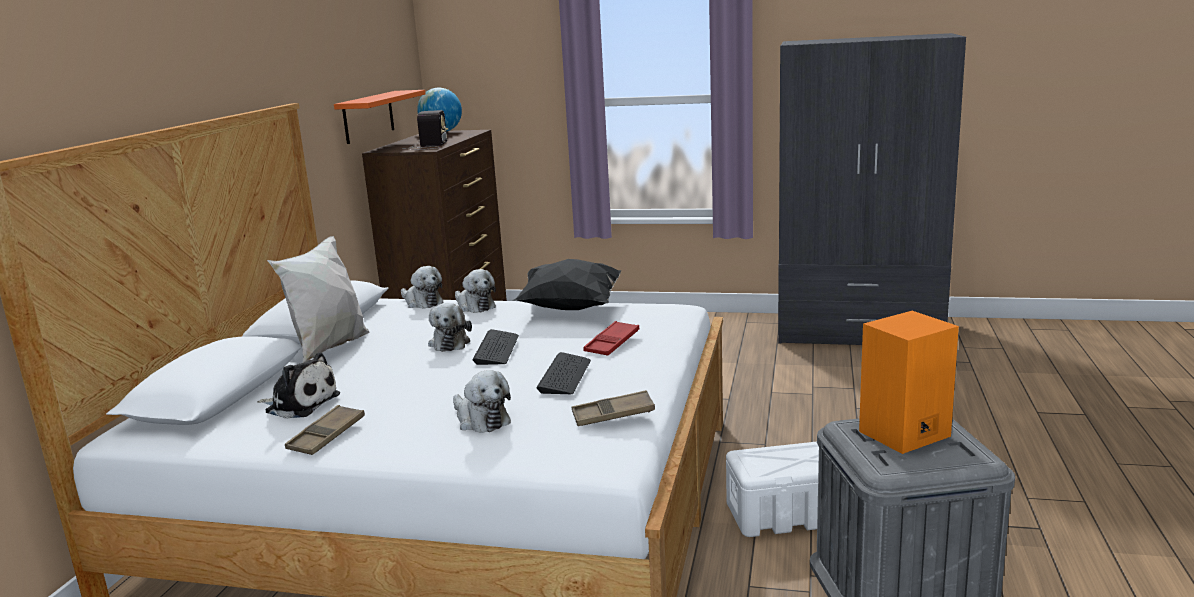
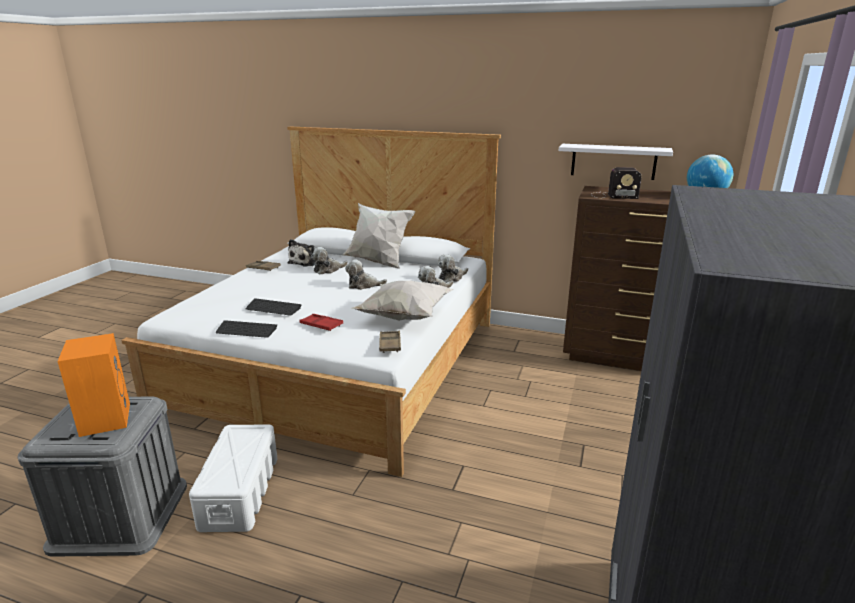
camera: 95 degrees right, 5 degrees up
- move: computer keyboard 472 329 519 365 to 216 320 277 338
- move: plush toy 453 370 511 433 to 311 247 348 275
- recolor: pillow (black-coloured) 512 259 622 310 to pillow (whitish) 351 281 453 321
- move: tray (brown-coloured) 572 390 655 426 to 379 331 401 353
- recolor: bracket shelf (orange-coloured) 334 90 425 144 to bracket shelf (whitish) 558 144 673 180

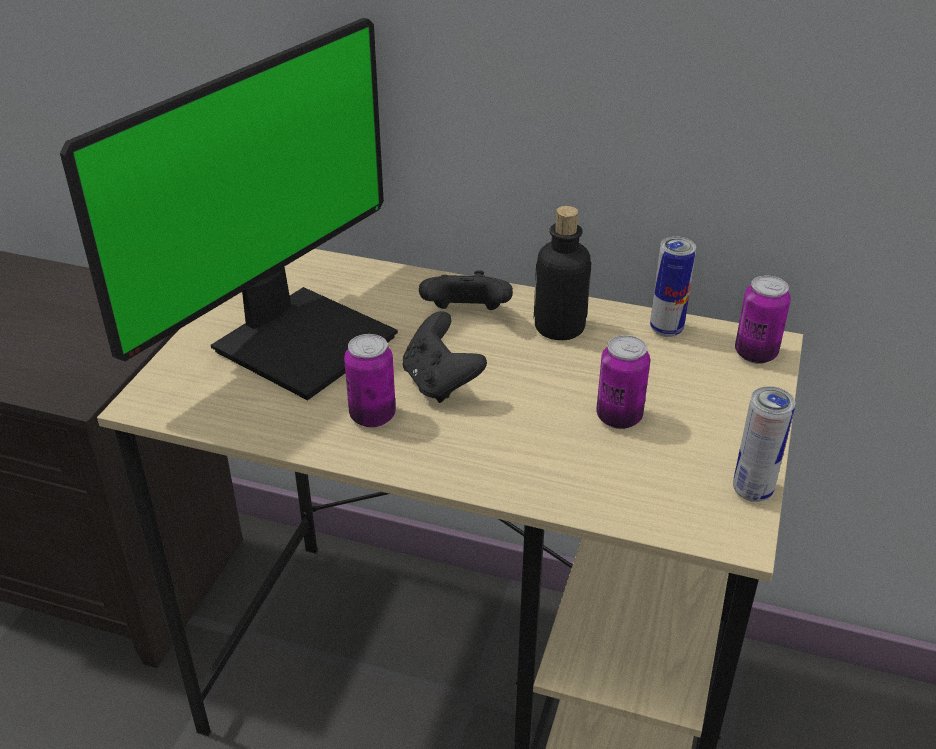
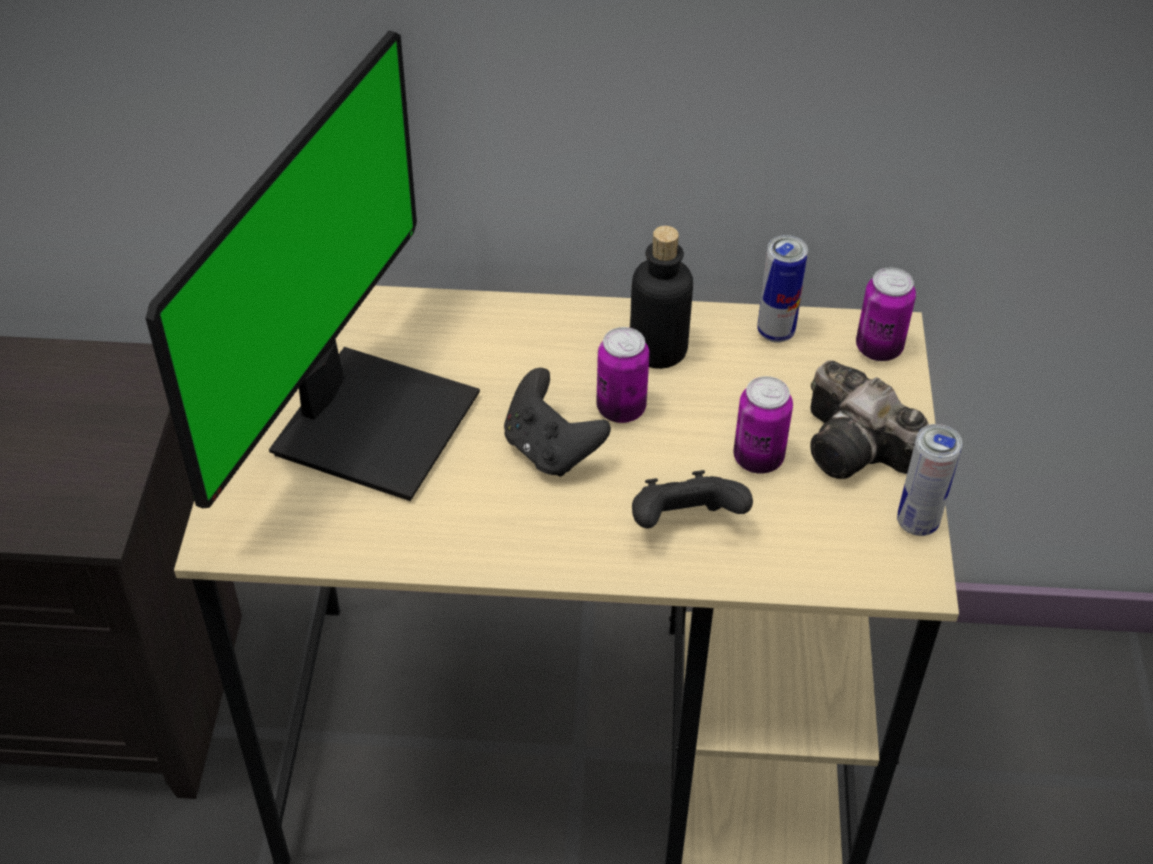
camera: 15 degrees left, 10 degrees up
- move: metal can 344 334 396 427 to 596 327 650 423
- move: game controller (black-coloured) 419 270 513 310 to 632 470 753 529
- insert: still camera 810 360 929 479

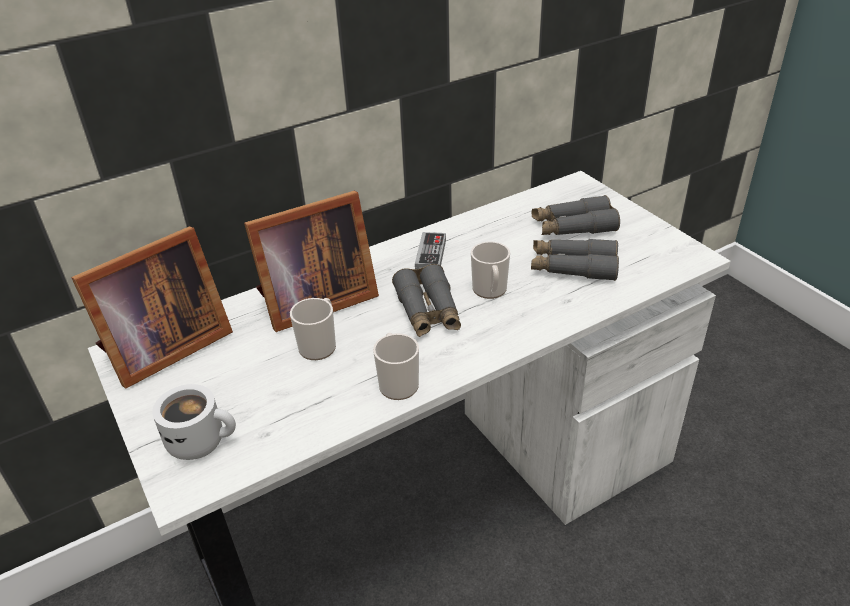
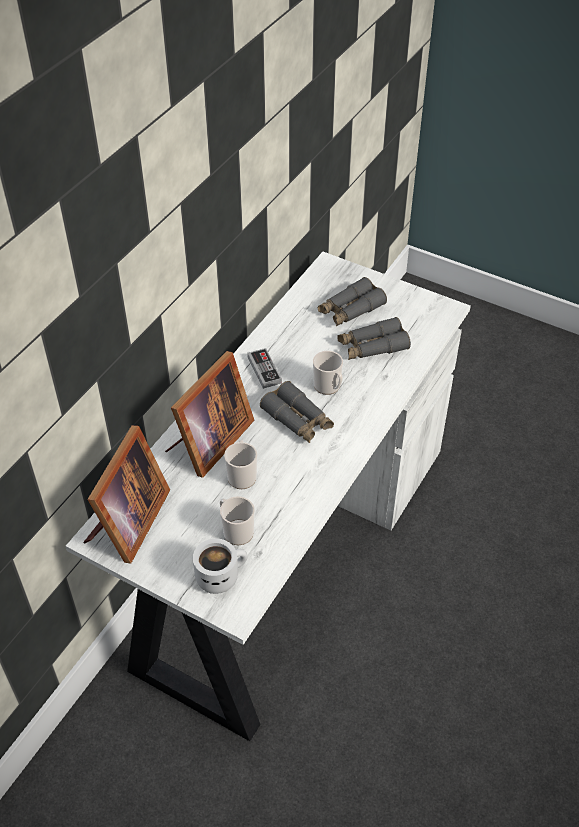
camera: 30 degrees left, 10 degrees up
- move: coffee mug 373 333 419 400 to 220 496 255 545

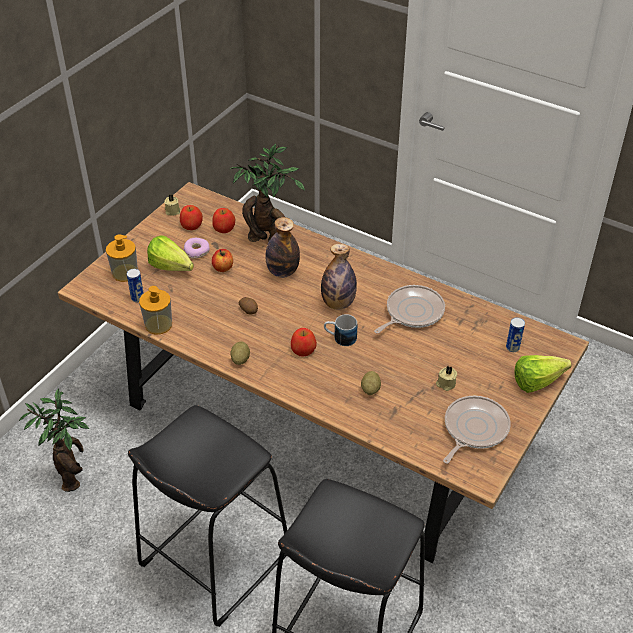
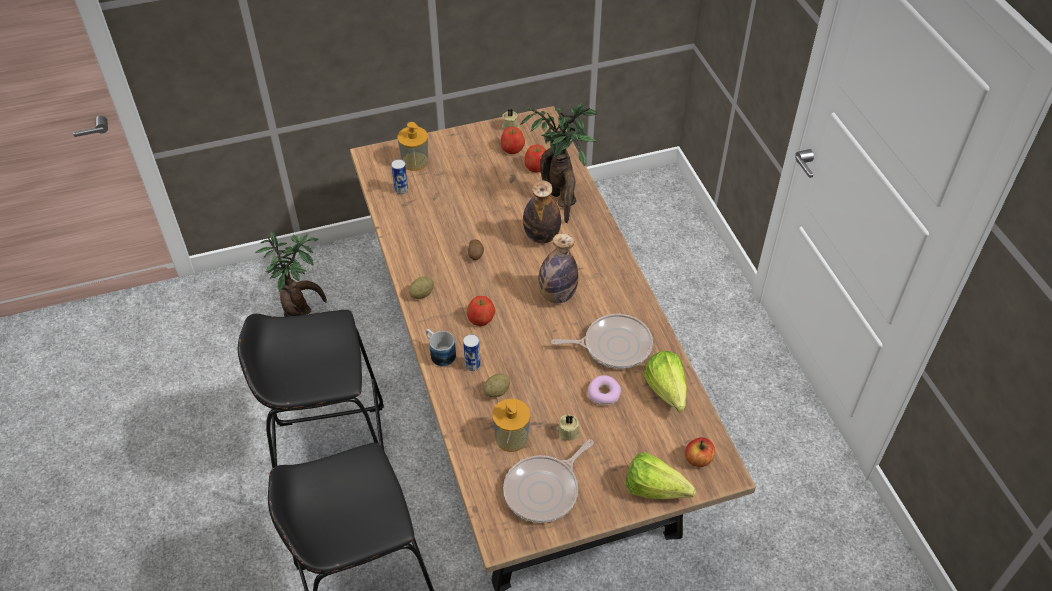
camera: 40 degrees right, 5 degrees up
- move: coffee mug 324 314 357 346 to 426 329 456 366
- move: metal can 506 317 525 352 to 463 334 481 371
- move: soap bottle 139 286 172 334 to 492 398 531 452
- rotate: frying pan 443 396 511 464 = 503 439 594 523 150 degrees clockwise
- move: doughnut 184 238 210 259 to 588 375 621 405
- move: lettuce 147 235 194 271 to 644 351 687 412
- move: whole apple 212 249 233 272 to 685 437 715 467

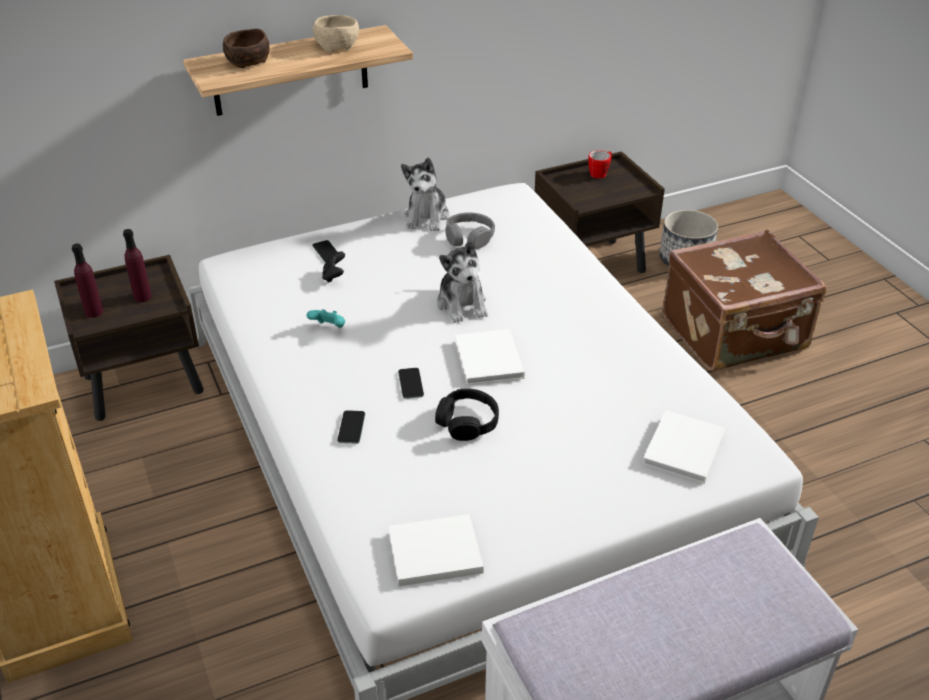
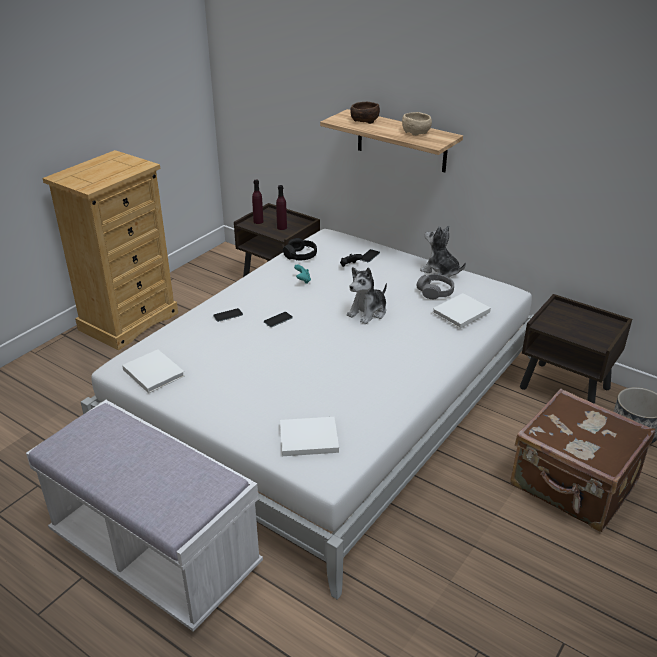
camera: 60 degrees right, 5 degrees down
- move: pair of headphones (black-coloured) 435 389 499 441 to 283 238 317 261
- rotate: plush toy 401 157 450 231 = 420 226 466 278 60 degrees clockwise
- move: volume (whitish) 455 329 525 385 to 432 293 491 329
- delete: coffee mug 588 150 612 179

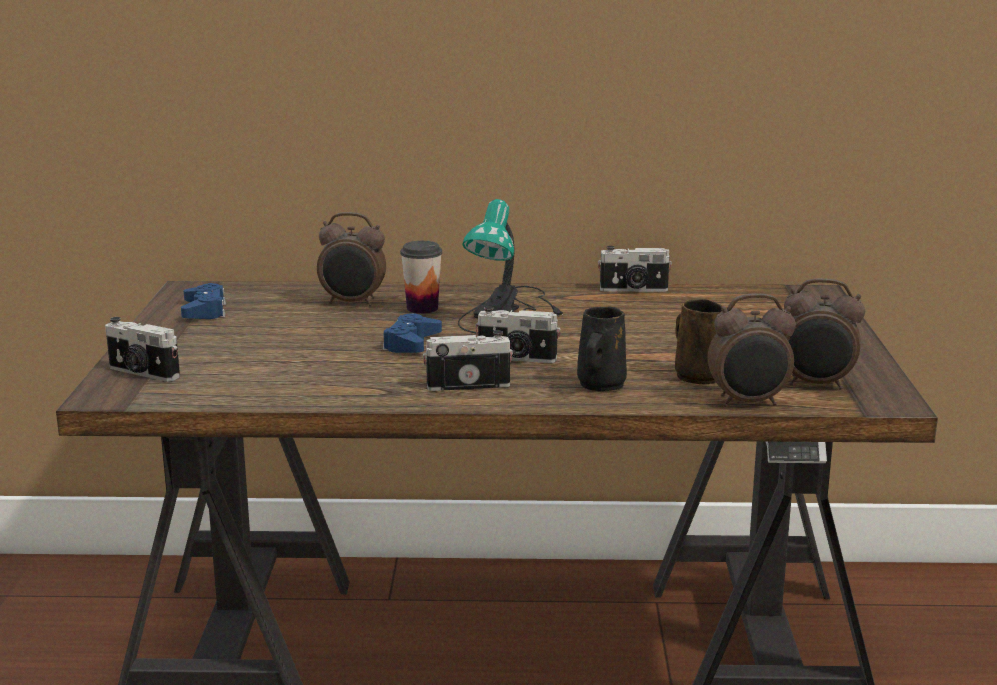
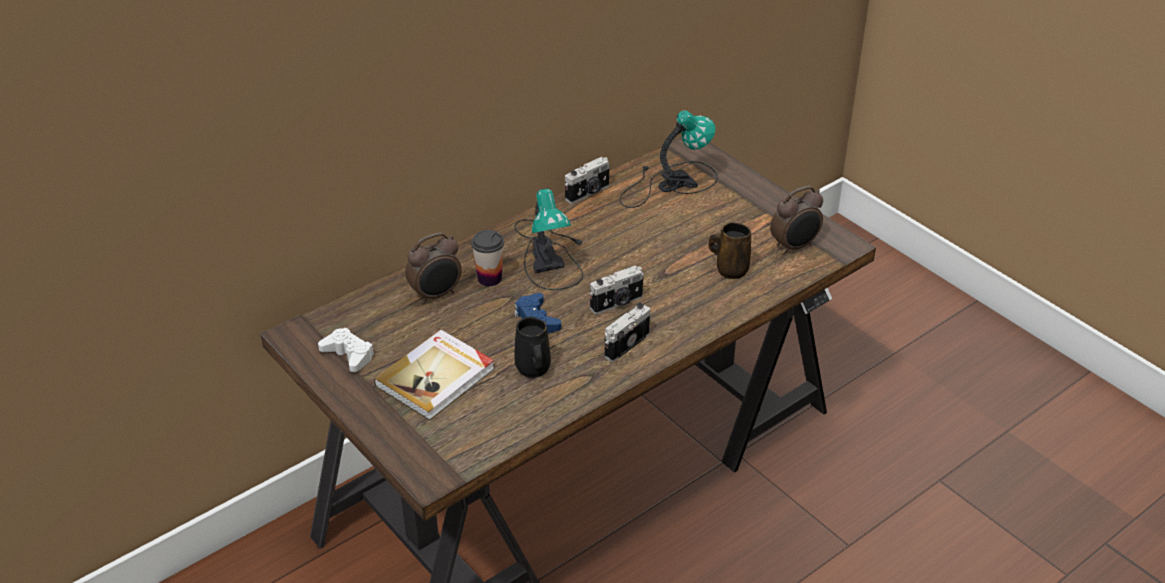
camera: 40 degrees left, 20 degrees up
- recolor: game controller (bluish) 181 283 226 319 to game controller (whitish) 318 328 374 372
- insert: volume 374 330 495 421
- move: coffee mug (black-coloured) 577 306 627 391 to 514 317 551 378
- insert: lamp for a table 620 110 718 208
- delete: still camera 105 317 180 382
- delete: bedside clock 707 293 796 407

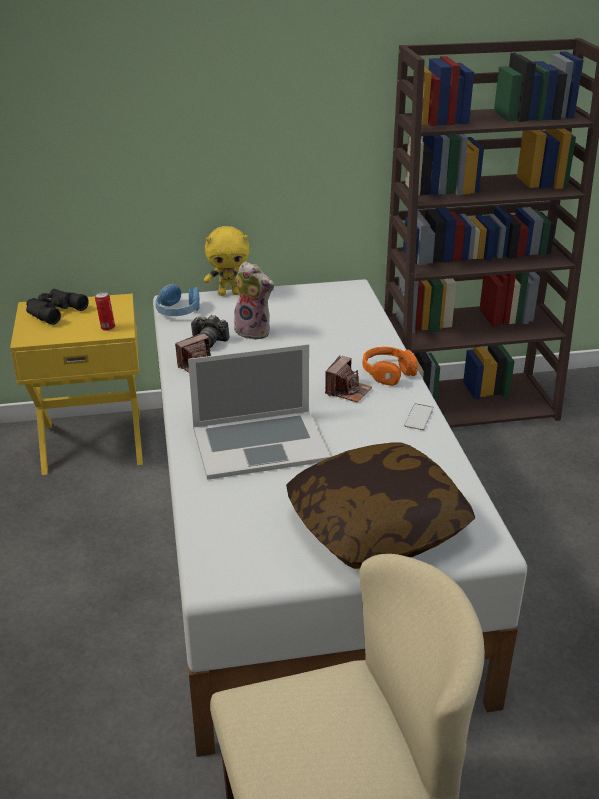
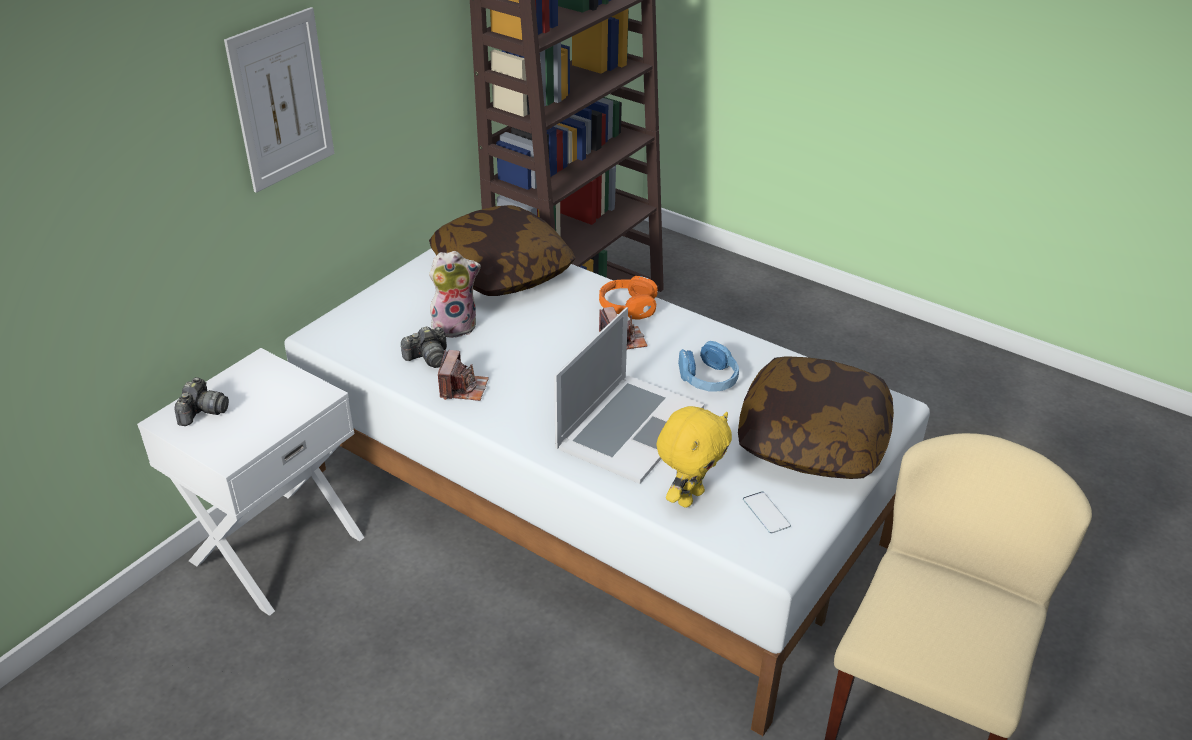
camera: 45 degrees left, 5 degrees up
- recolor: nightstand (yellow) 10 294 143 475 to nightstand (whitish) 137 348 365 616
- replace: field glasses (black-coloured) 26 289 88 325 to still camera 174 377 229 426
- insert: wall art 224 7 334 193
- insert: pillow 429 205 576 296
- move: plush toy (yellow) 204 226 249 296 to 656 406 732 508
- move: pair of headphones (bluish) 156 284 200 316 to 678 341 739 392
- move: phone 404 403 434 430 to 743 491 791 534
- delete: metal can 95 292 115 331

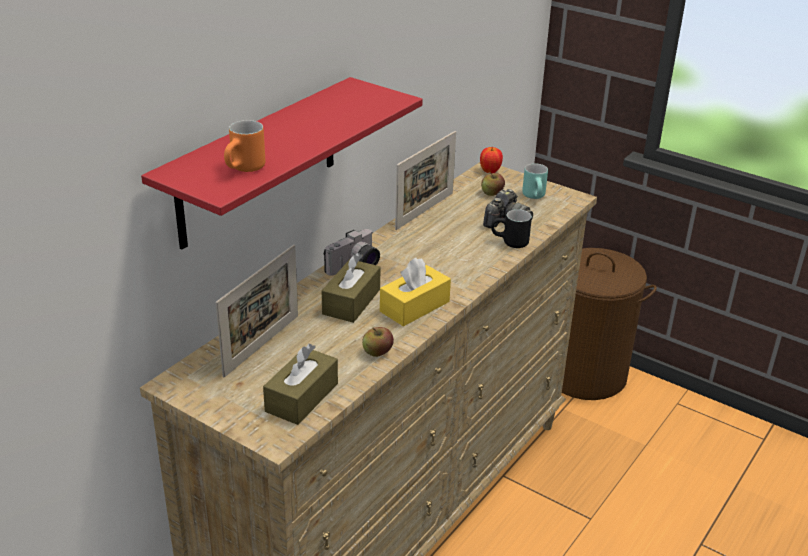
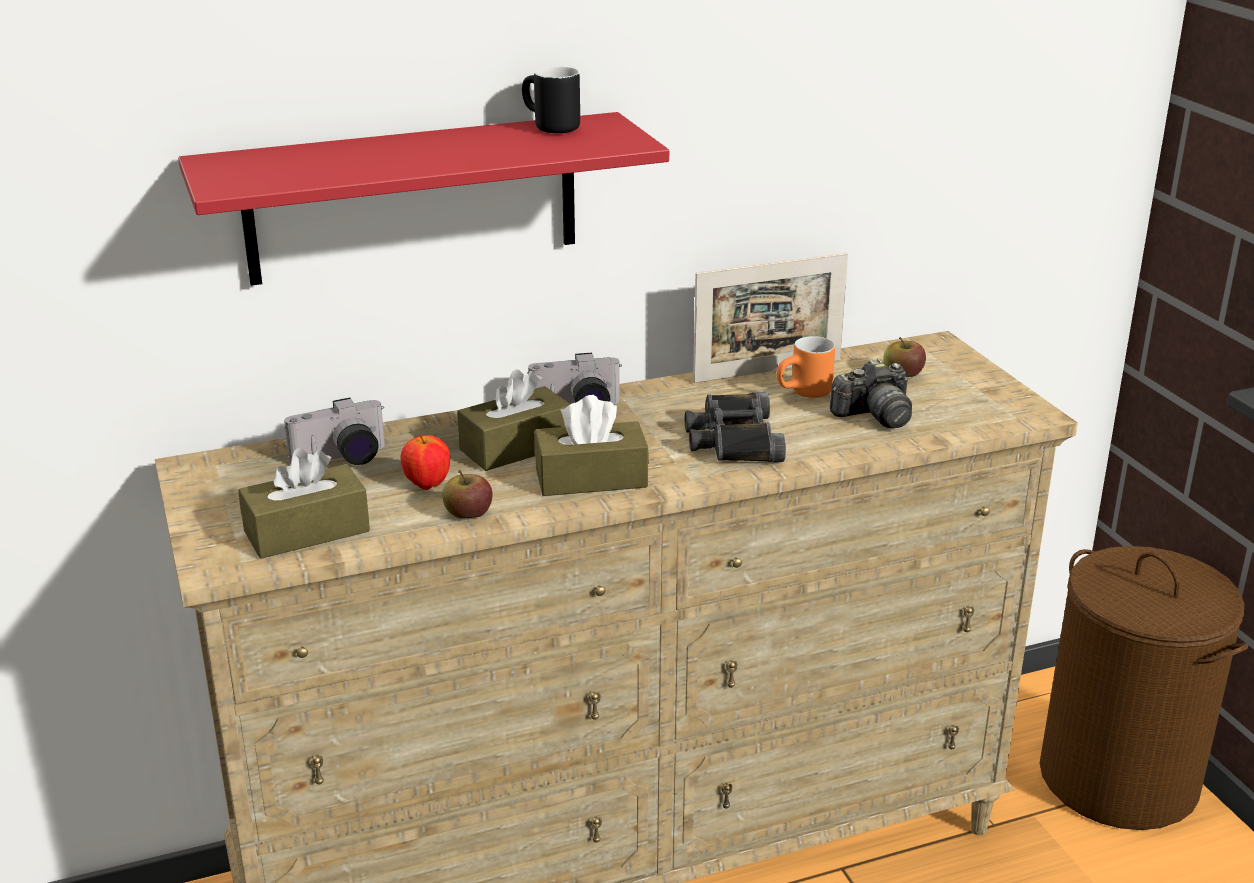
camera: 35 degrees right, 5 degrees down
- replace: picture frame 216 245 298 377 to still camera 284 398 385 465
- move: whole apple 480 147 503 173 to 401 435 450 490
- move: coffee mug (black-coloured) 491 209 532 248 to 522 67 580 133
- recolor: tissue holder (yellow) 380 258 451 326 to tissue holder (brown-coloured) 534 395 649 496
- insert: field glasses (black-coloured) 685 391 786 462
- move: coffee mug (orange-coloured) 224 120 265 172 to 777 336 835 398
- delete: coffee mug (blue-green) 522 163 548 199

